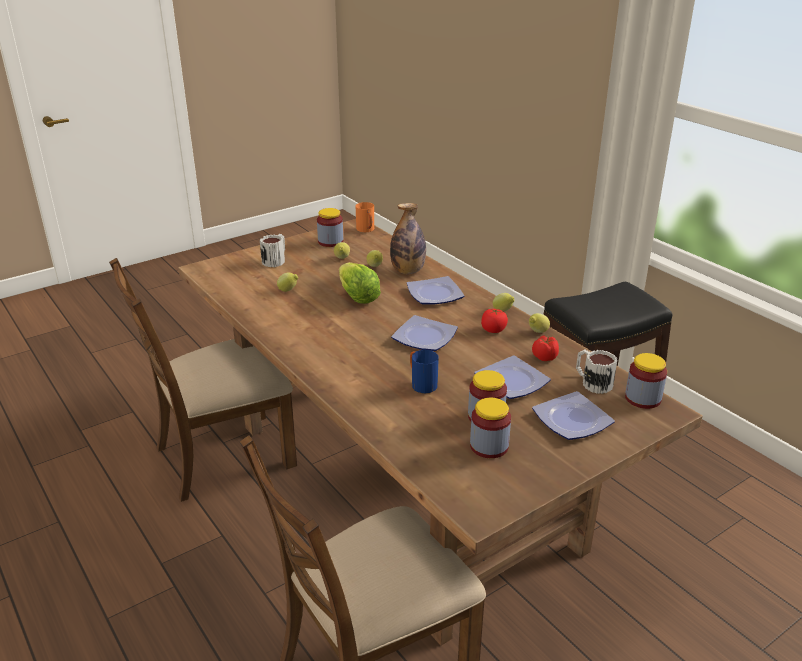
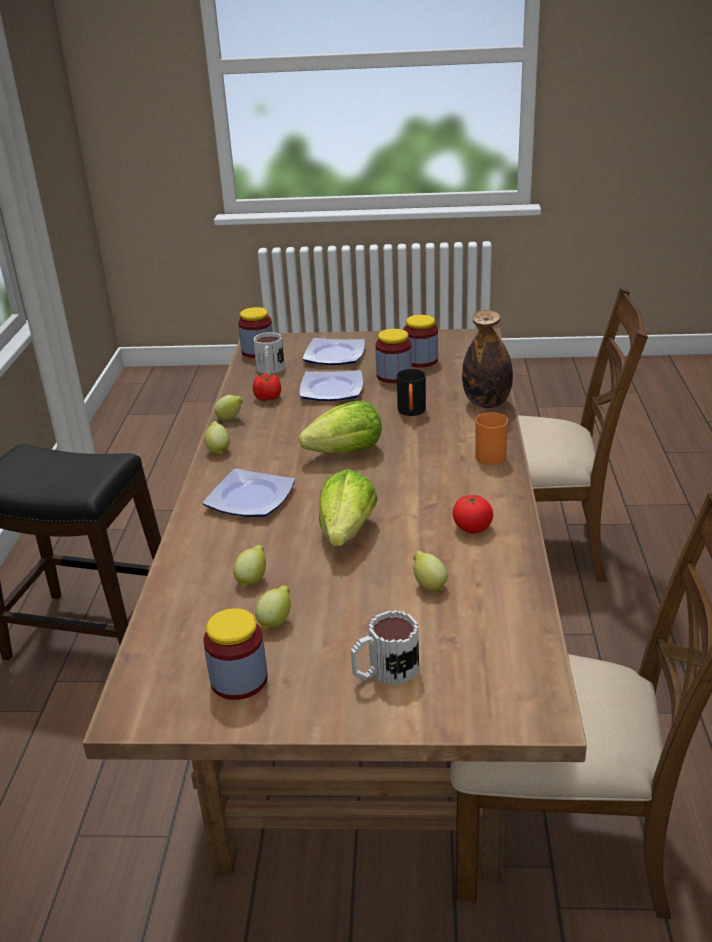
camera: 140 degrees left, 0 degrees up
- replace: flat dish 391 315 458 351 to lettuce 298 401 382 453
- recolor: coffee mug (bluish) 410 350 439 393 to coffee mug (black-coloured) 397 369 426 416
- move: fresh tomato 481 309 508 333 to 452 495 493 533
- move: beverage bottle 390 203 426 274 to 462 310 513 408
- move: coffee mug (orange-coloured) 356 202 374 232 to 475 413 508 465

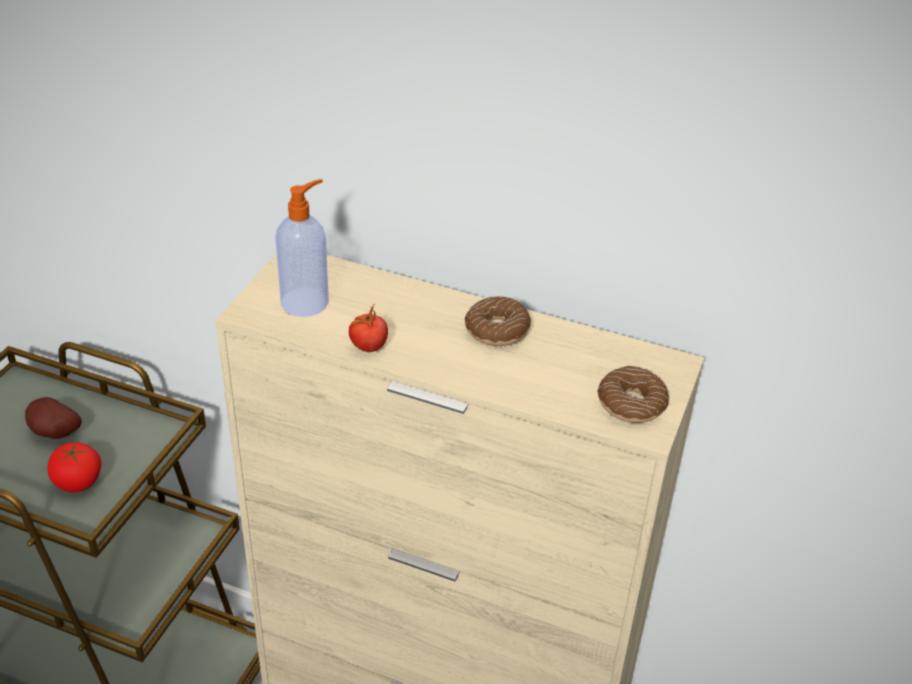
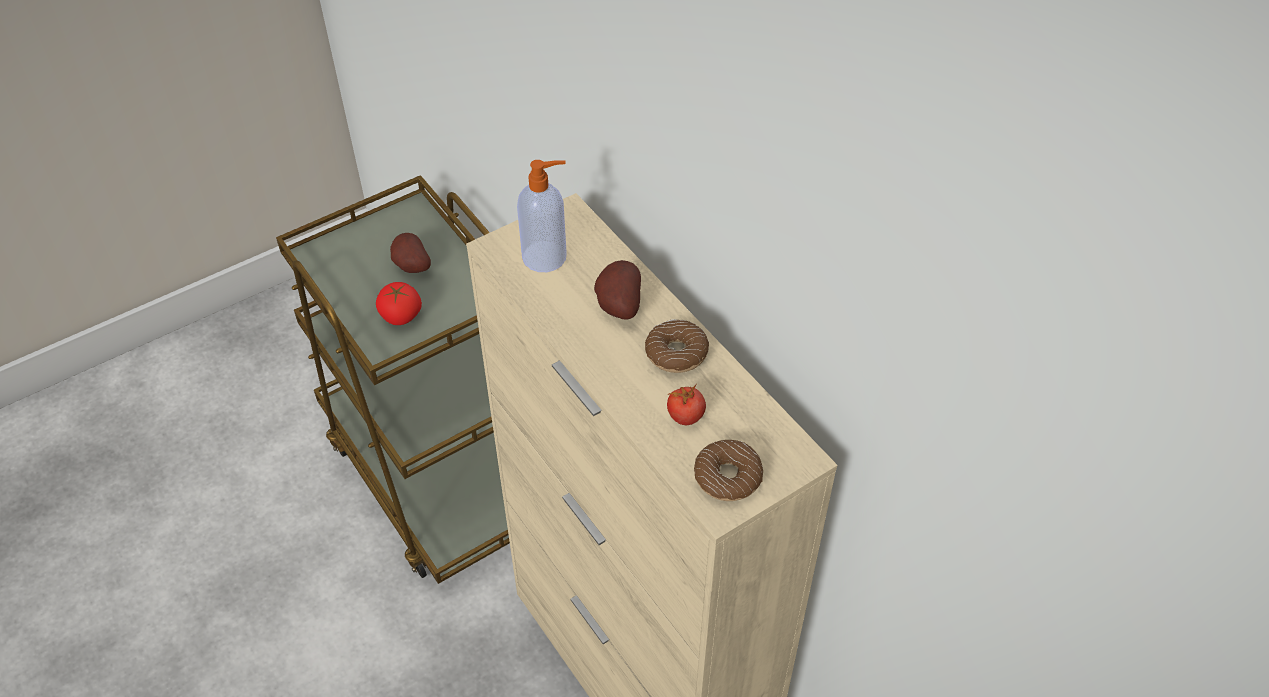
camera: 35 degrees right, 10 degrees up
- insert: potato 594 260 641 320
- move: fresh tomato 349 305 388 352 to 667 384 706 425

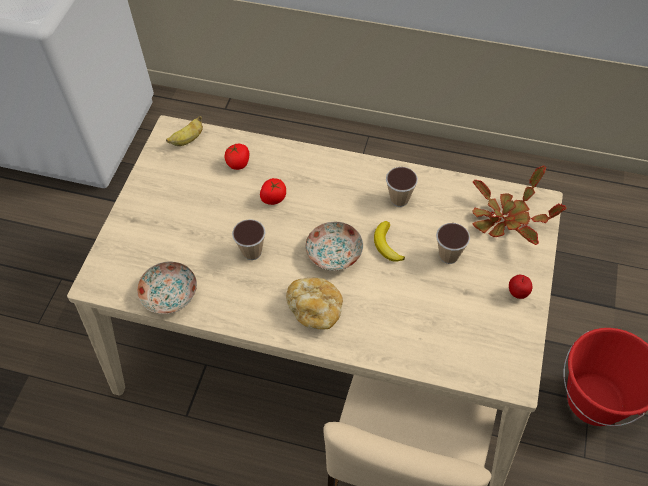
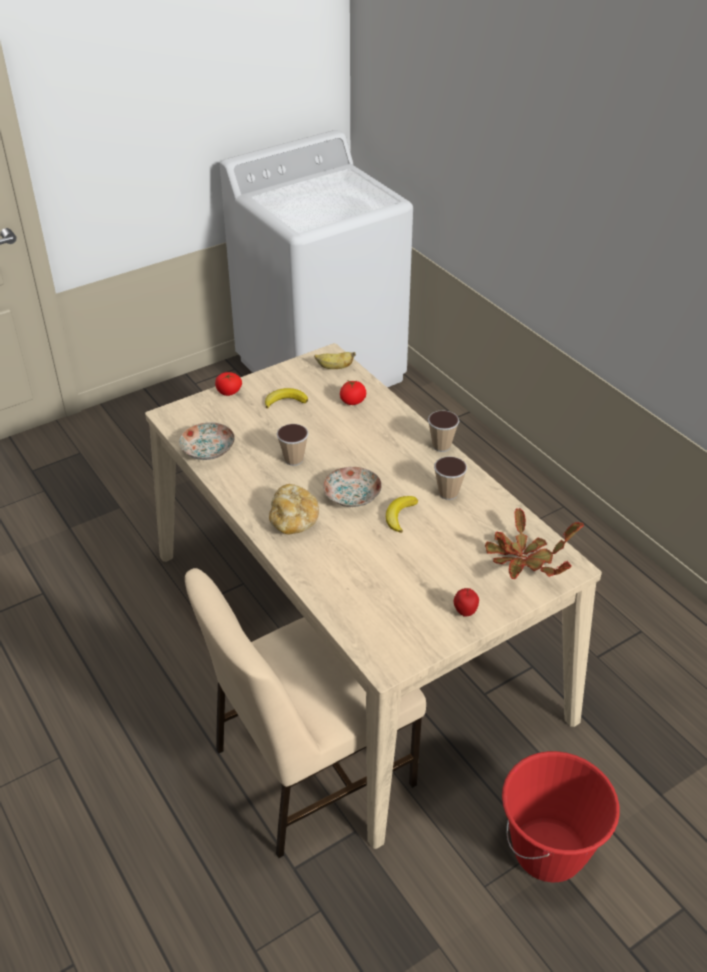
camera: 40 degrees right, 15 degrees down
- move: fresh tomato 260 178 286 205 to 215 372 242 396
- insert: whole banana 265 388 308 409
- move: small cup 436 223 470 264 to 428 410 459 452

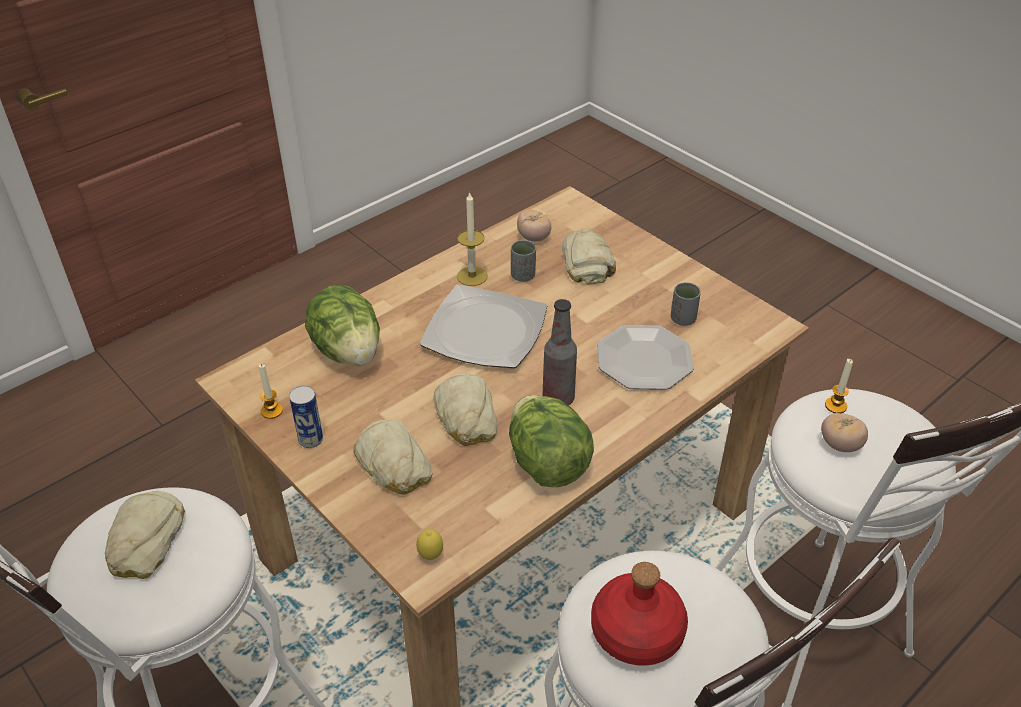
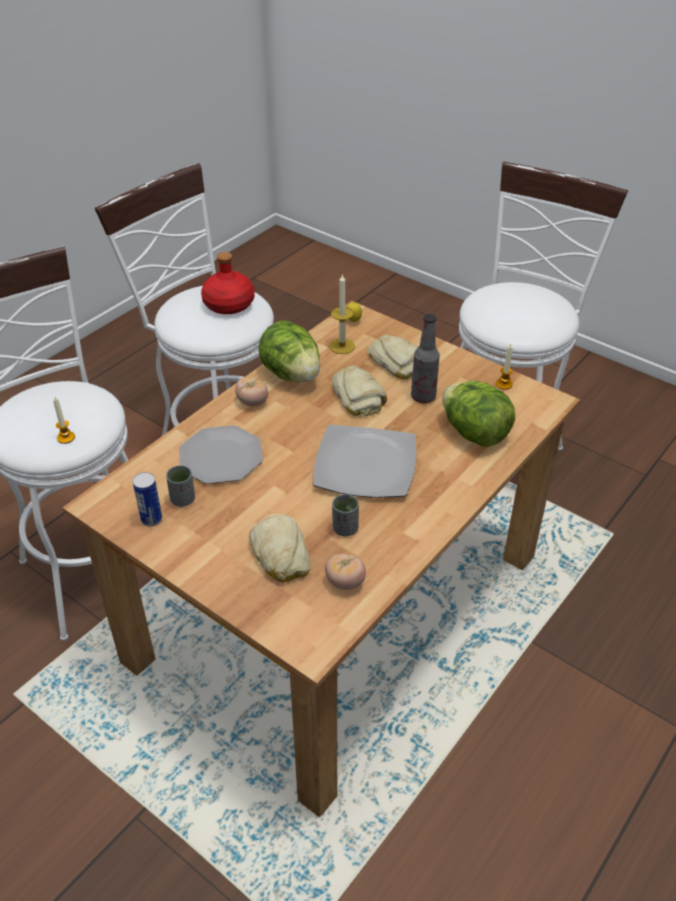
camera: 170 degrees right, 0 degrees up
- move: metal can 289 386 323 448 to 133 472 162 526
- move: fresh tomato 821 413 868 452 to 235 376 268 406
- move: wax candle 457 191 488 286 to 329 273 355 354
- move: beverage bottle 542 299 577 405 to 411 314 440 403
- delete: bread 105 491 185 579

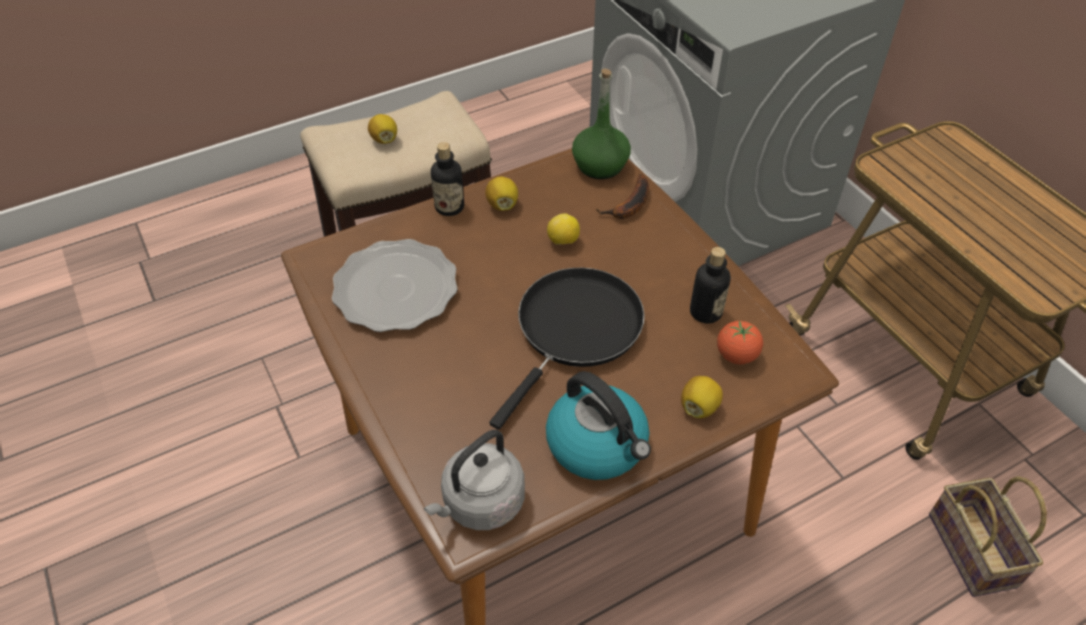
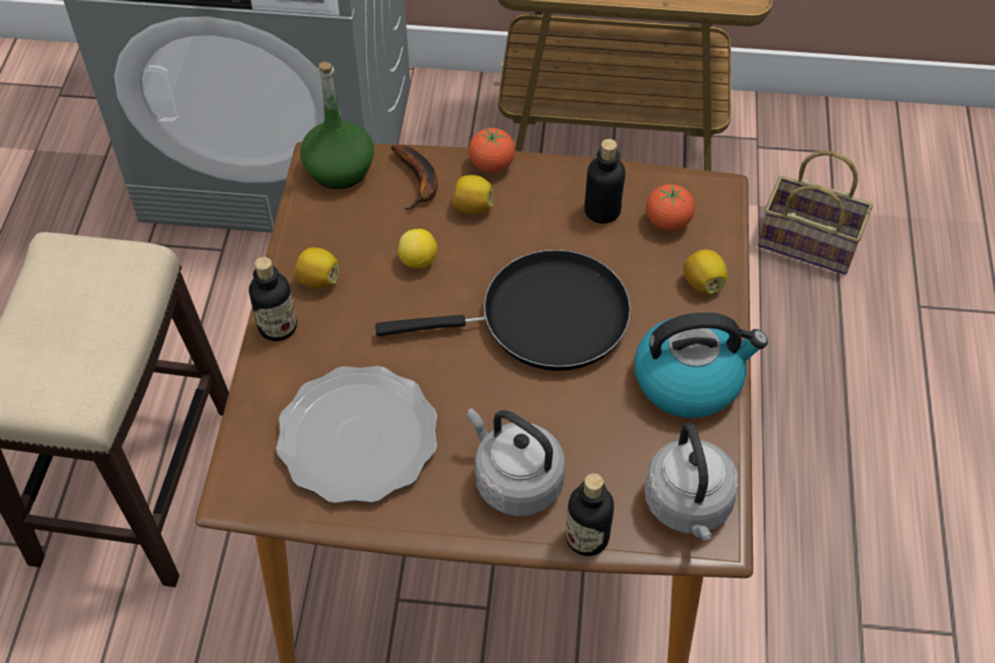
camera: 55 degrees left, 5 degrees up
- rotate: frying pan (black-coloured) 489 267 645 429 = 375 250 631 371 105 degrees clockwise
- move: whole lemon 368 114 397 144 to 453 175 493 214
- insert: kettle (grey) 467 408 566 516
- insert: fresh tomato 469 128 515 173
- insert: beverage bottle 566 473 614 556

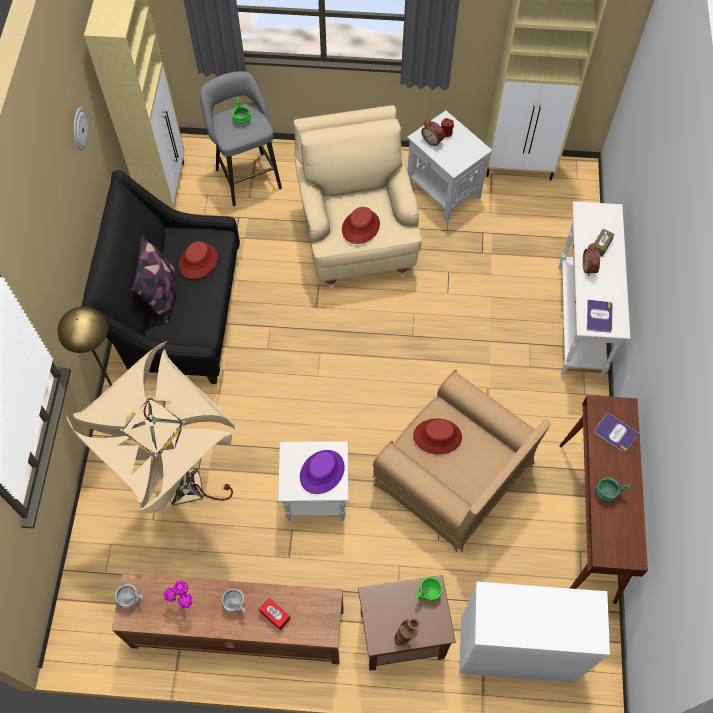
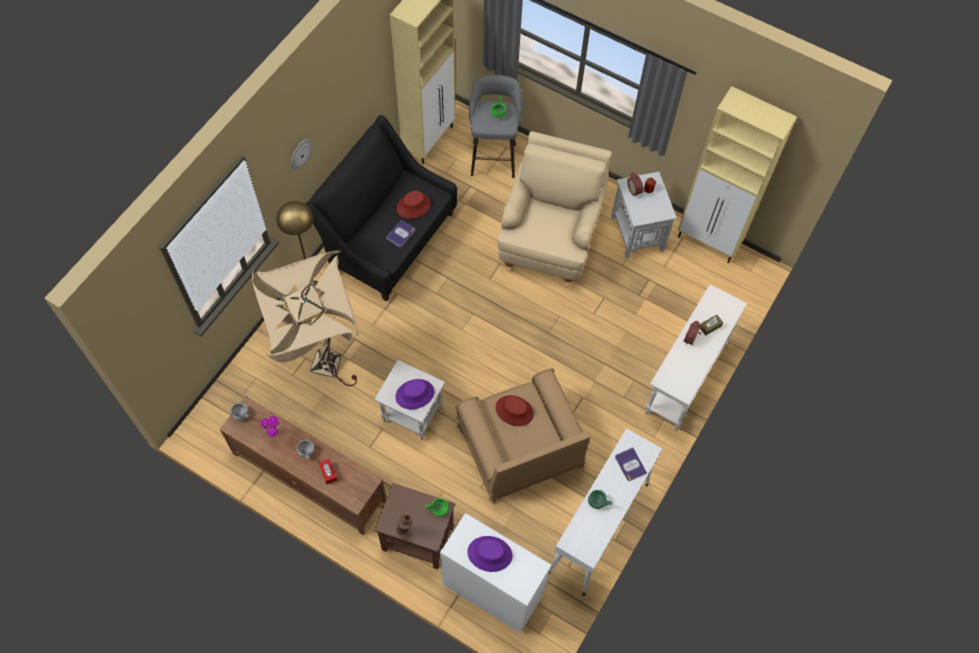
camera: 25 degrees right, 0 degrees up
- move: clock on the wall 74 107 88 151 to 291 139 312 170
- move: volume 587 300 612 333 to 386 220 415 247
- insert: hat (purplish) 467 536 513 572
- recolor: hall table (brown-coloured) 559 395 648 604 to hall table (whitish) 549 428 662 596
- delete: pillow 132 235 177 323
- delete: hat (reddish) 342 207 380 244

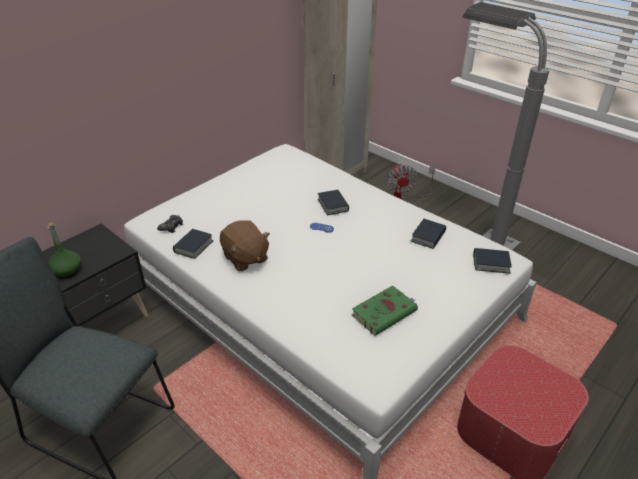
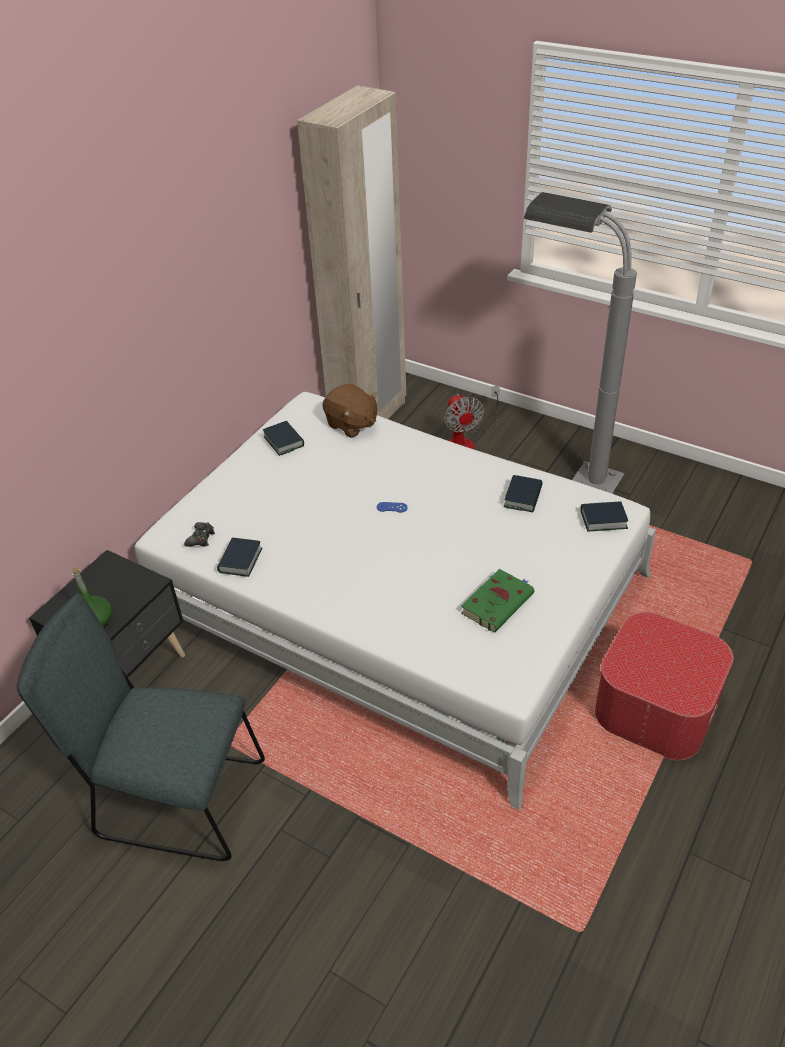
camera: 10 degrees left, 5 degrees up
- move: volume 318 190 349 215 to 263 421 304 456
- move: plush toy (brown-coloured) 220 220 270 271 to 322 384 378 438

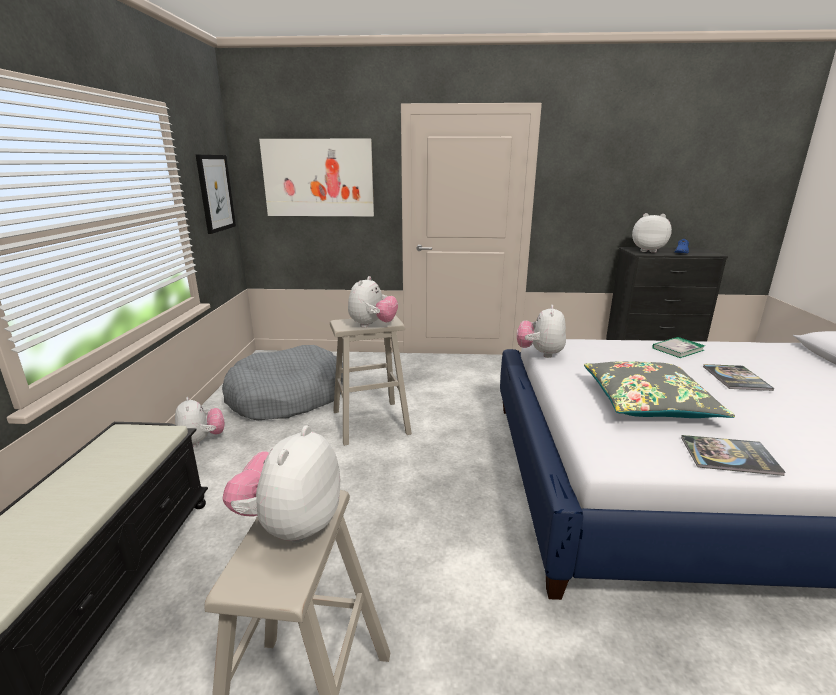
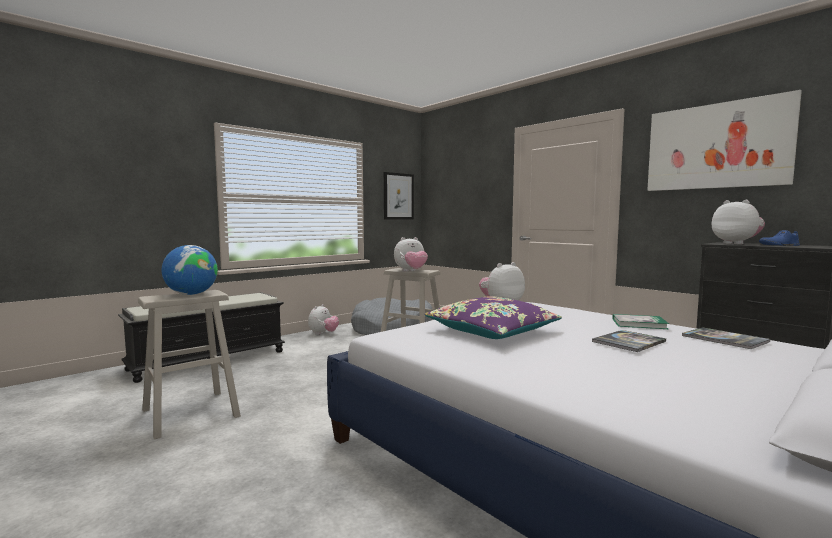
camera: 45 degrees right, 15 degrees down
- replace: plush toy 222 425 340 543 to desk globe 162 245 218 295
- recolor: pillow (grey) 584 362 735 418 to pillow (purplish) 425 296 562 339
- move: wall art 259 139 374 216 to 647 90 802 191
- move: volume 681 435 786 476 to 682 327 770 349

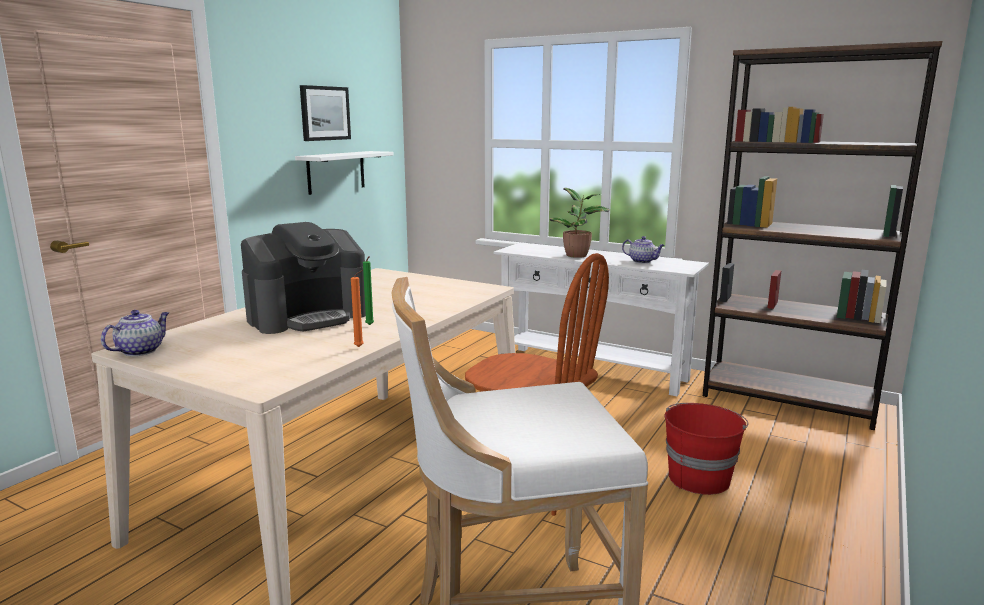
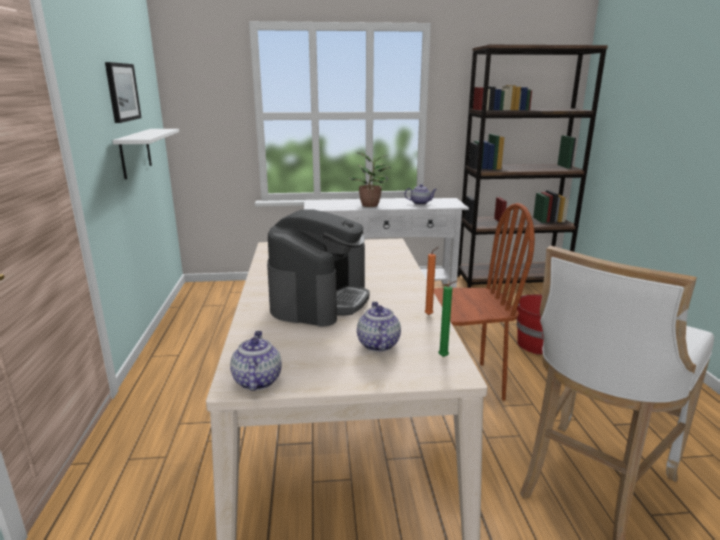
camera: 35 degrees left, 5 degrees up
- insert: pot for tea 357 302 401 352
- move: wax candle (green-coloured) 363 256 374 325 to 439 281 457 357

